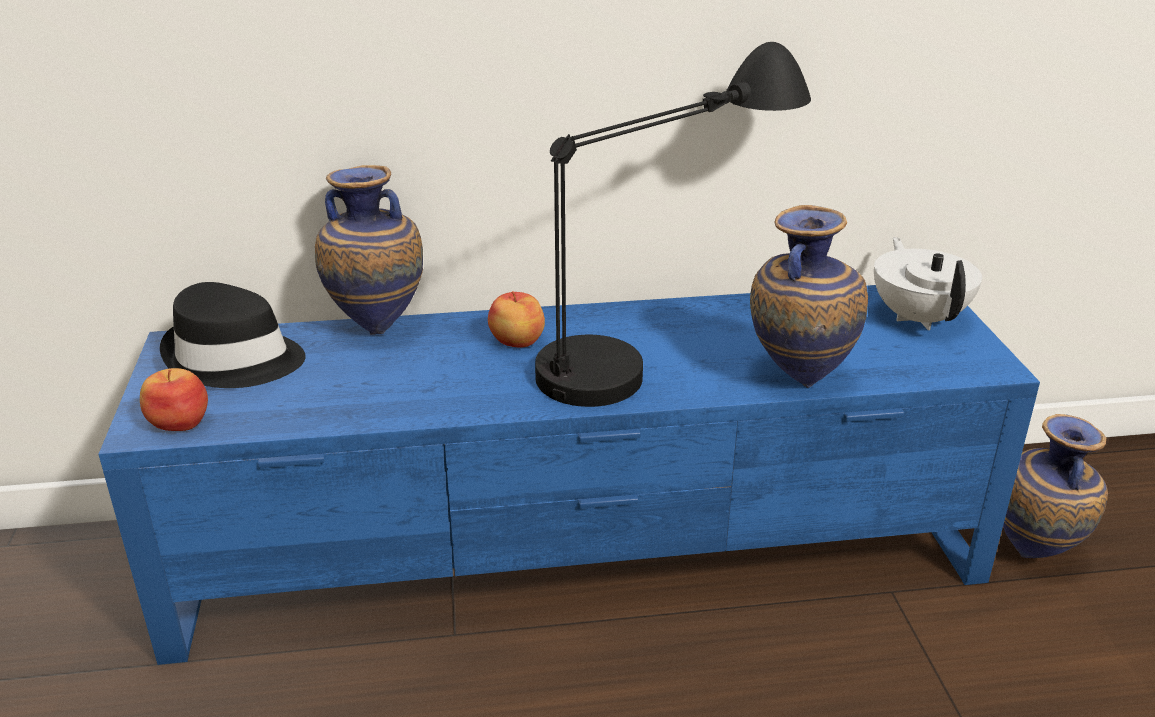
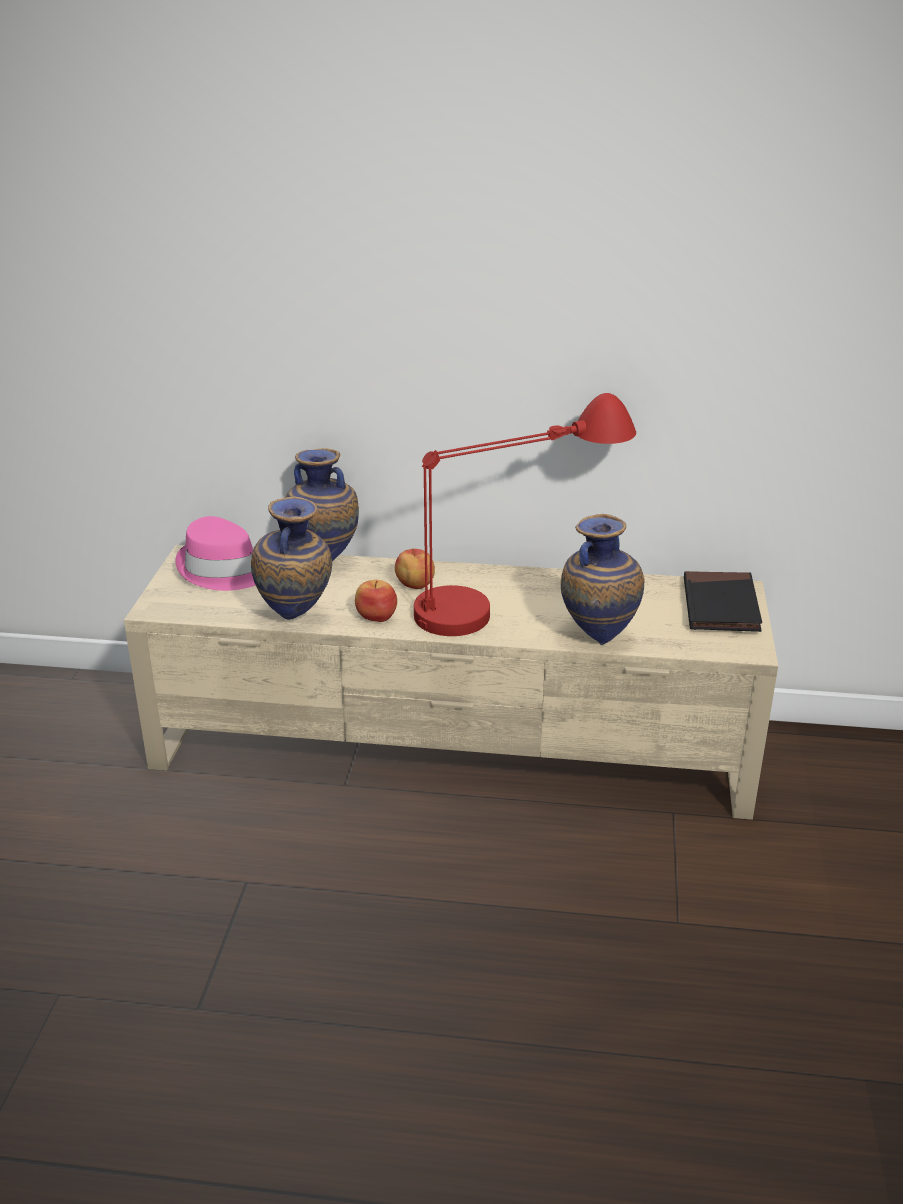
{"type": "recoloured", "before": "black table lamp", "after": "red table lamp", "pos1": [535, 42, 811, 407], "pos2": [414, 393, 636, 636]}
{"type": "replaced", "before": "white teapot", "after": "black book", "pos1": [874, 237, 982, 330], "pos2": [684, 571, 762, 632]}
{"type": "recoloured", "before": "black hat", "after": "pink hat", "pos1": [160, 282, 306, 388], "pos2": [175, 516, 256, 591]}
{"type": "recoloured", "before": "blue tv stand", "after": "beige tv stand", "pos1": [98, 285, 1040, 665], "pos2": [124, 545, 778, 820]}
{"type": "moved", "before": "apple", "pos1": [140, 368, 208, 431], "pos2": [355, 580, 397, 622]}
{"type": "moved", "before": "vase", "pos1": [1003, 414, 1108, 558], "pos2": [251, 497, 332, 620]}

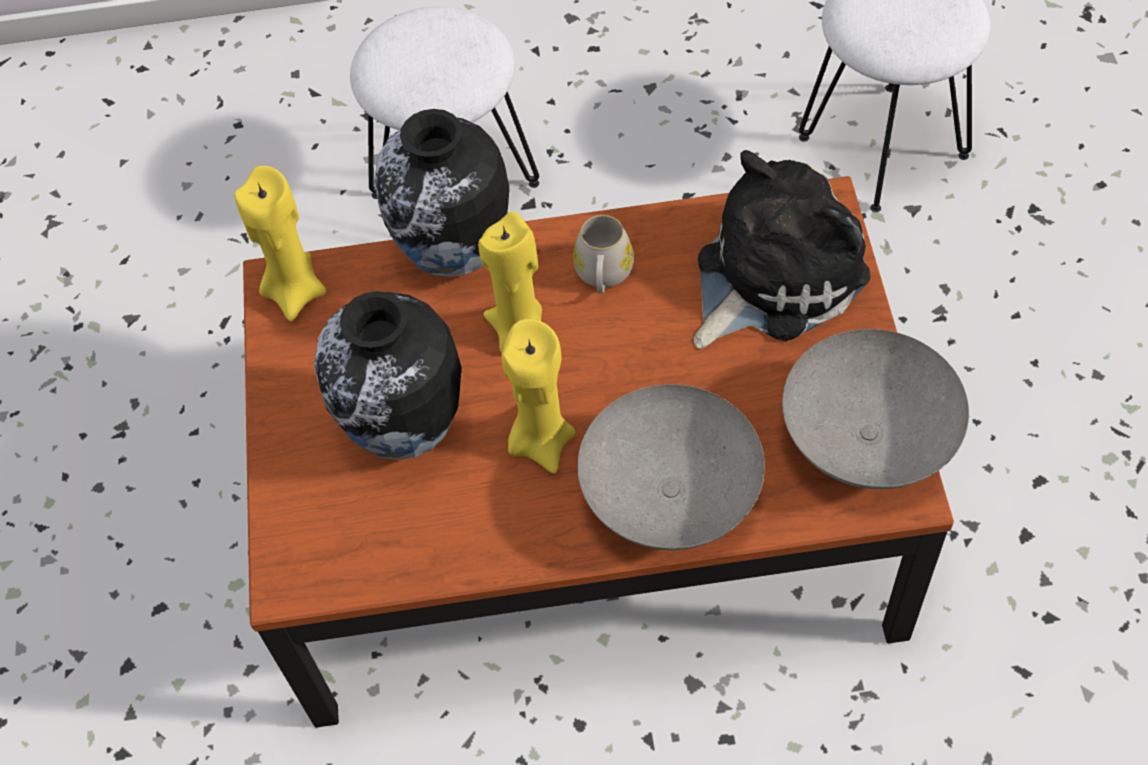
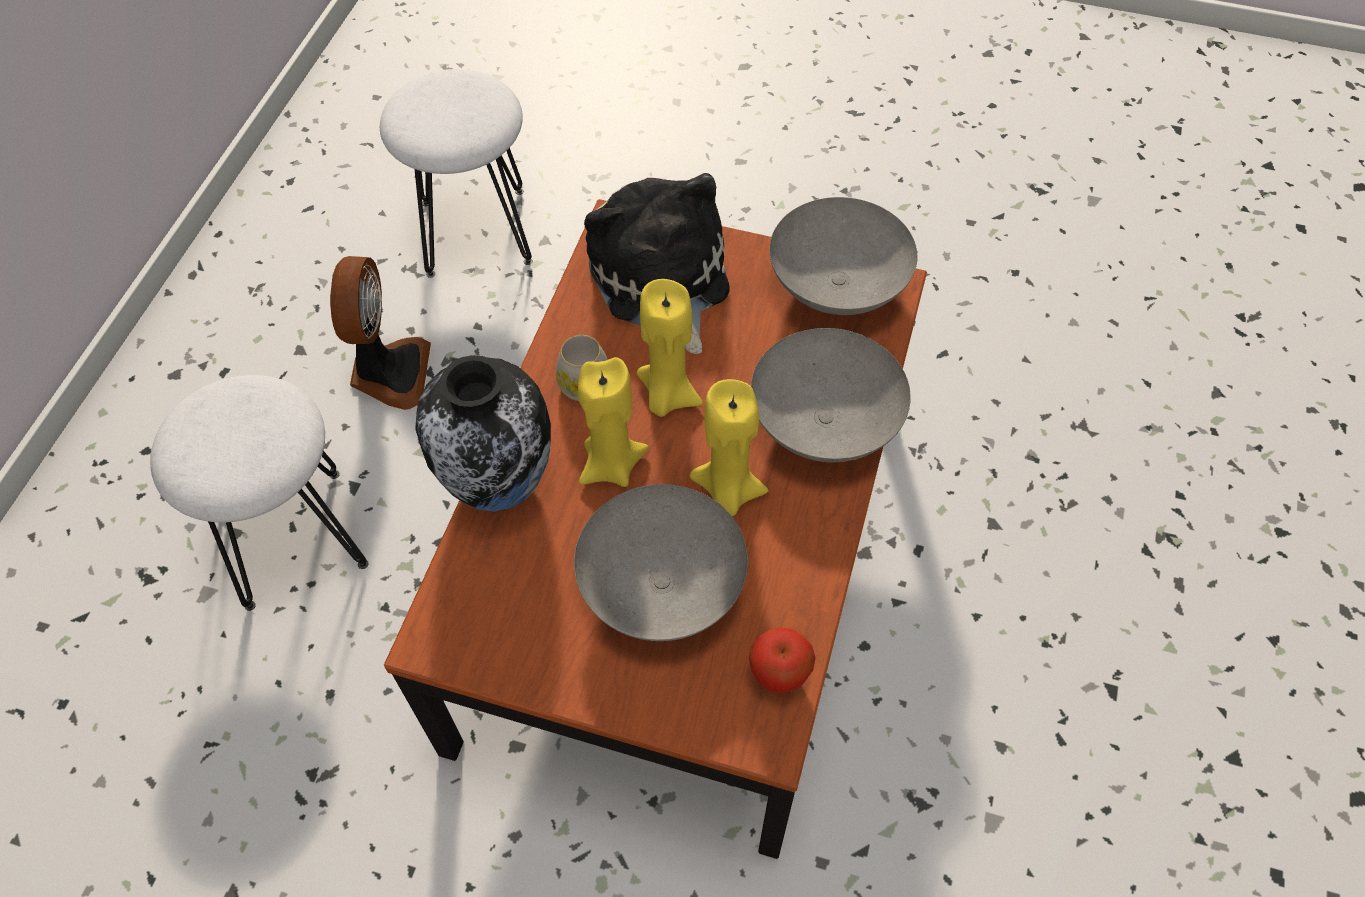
{"type": "moved", "before": "yellow candle", "pos1": [234, 166, 326, 322], "pos2": [637, 279, 703, 417]}
{"type": "replaced", "before": "vase", "after": "grey bowl", "pos1": [314, 291, 462, 460], "pos2": [574, 484, 748, 641]}
{"type": "added", "after": "fan", "pos2": [330, 256, 431, 410]}
{"type": "added", "after": "apple", "pos2": [749, 628, 815, 693]}

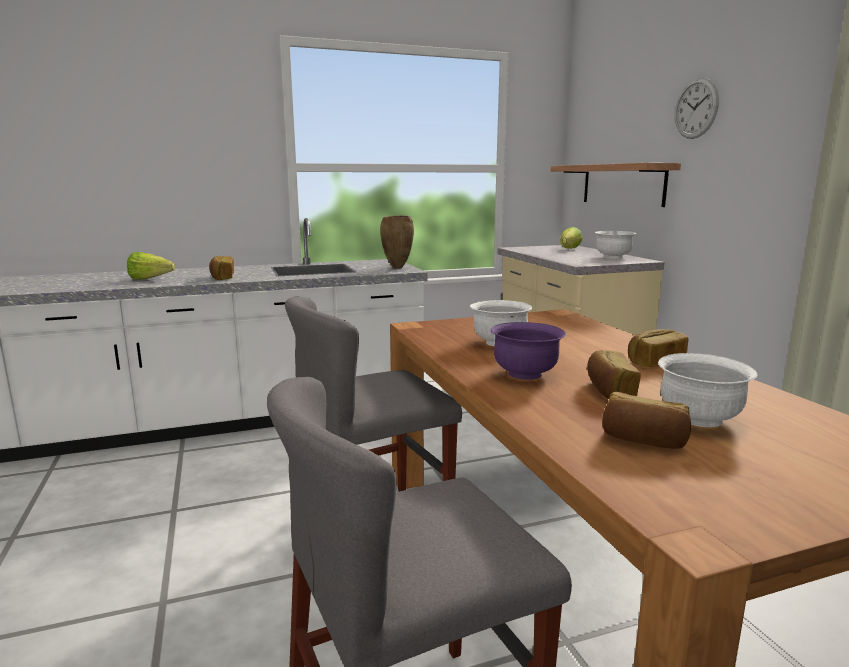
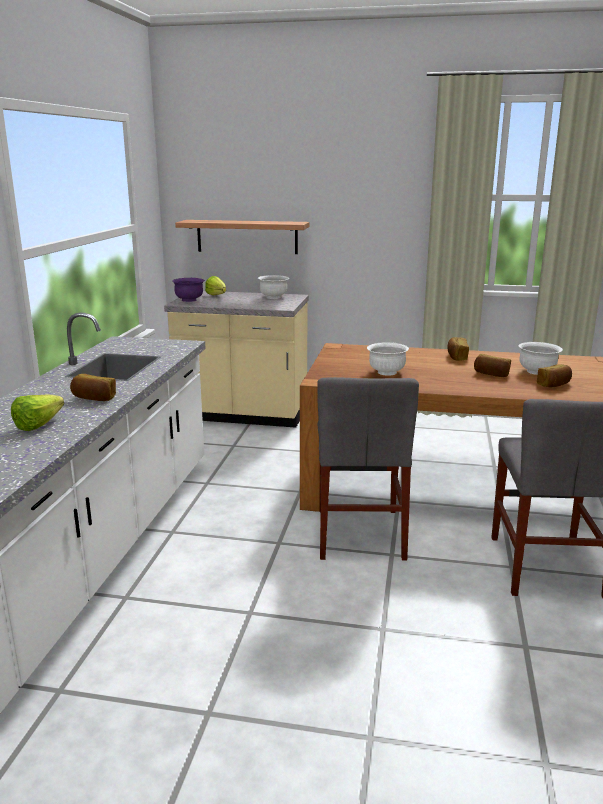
{"type": "removed", "before": "wall clock", "pos1": [675, 78, 719, 139]}
{"type": "removed", "before": "brown vase", "pos1": [380, 216, 414, 269]}
{"type": "moved", "before": "purple bowl", "pos1": [491, 322, 566, 380], "pos2": [172, 278, 205, 302]}

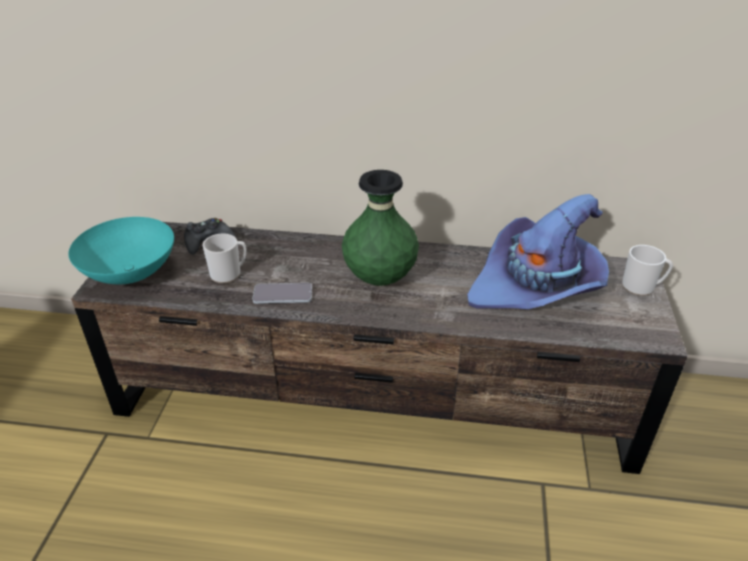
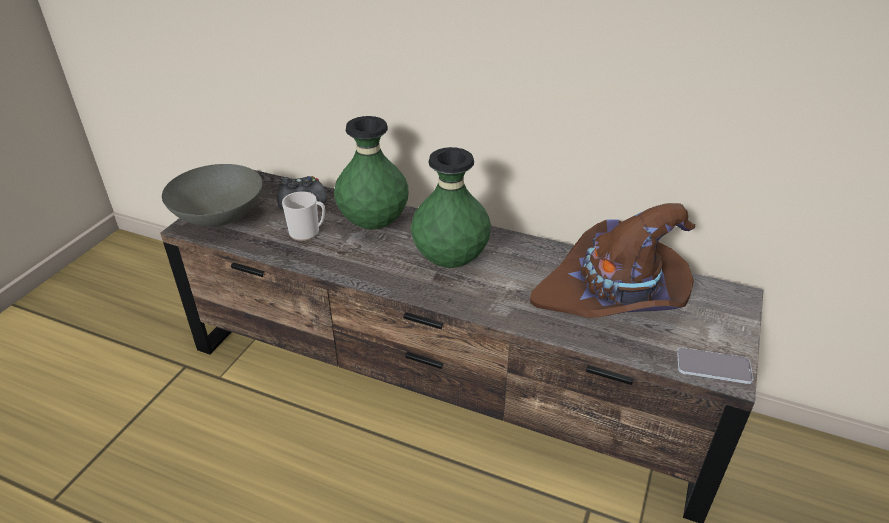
{"type": "recoloured", "before": "purple hat", "after": "brown hat", "pos1": [467, 194, 609, 309], "pos2": [530, 203, 695, 318]}
{"type": "recoloured", "before": "turquoise bowl", "after": "grey bowl", "pos1": [68, 217, 174, 285], "pos2": [162, 164, 262, 227]}
{"type": "removed", "before": "mug", "pos1": [622, 245, 673, 296]}
{"type": "moved", "before": "phone", "pos1": [253, 283, 312, 304], "pos2": [677, 347, 753, 384]}
{"type": "added", "after": "green vase", "pos2": [334, 116, 408, 229]}

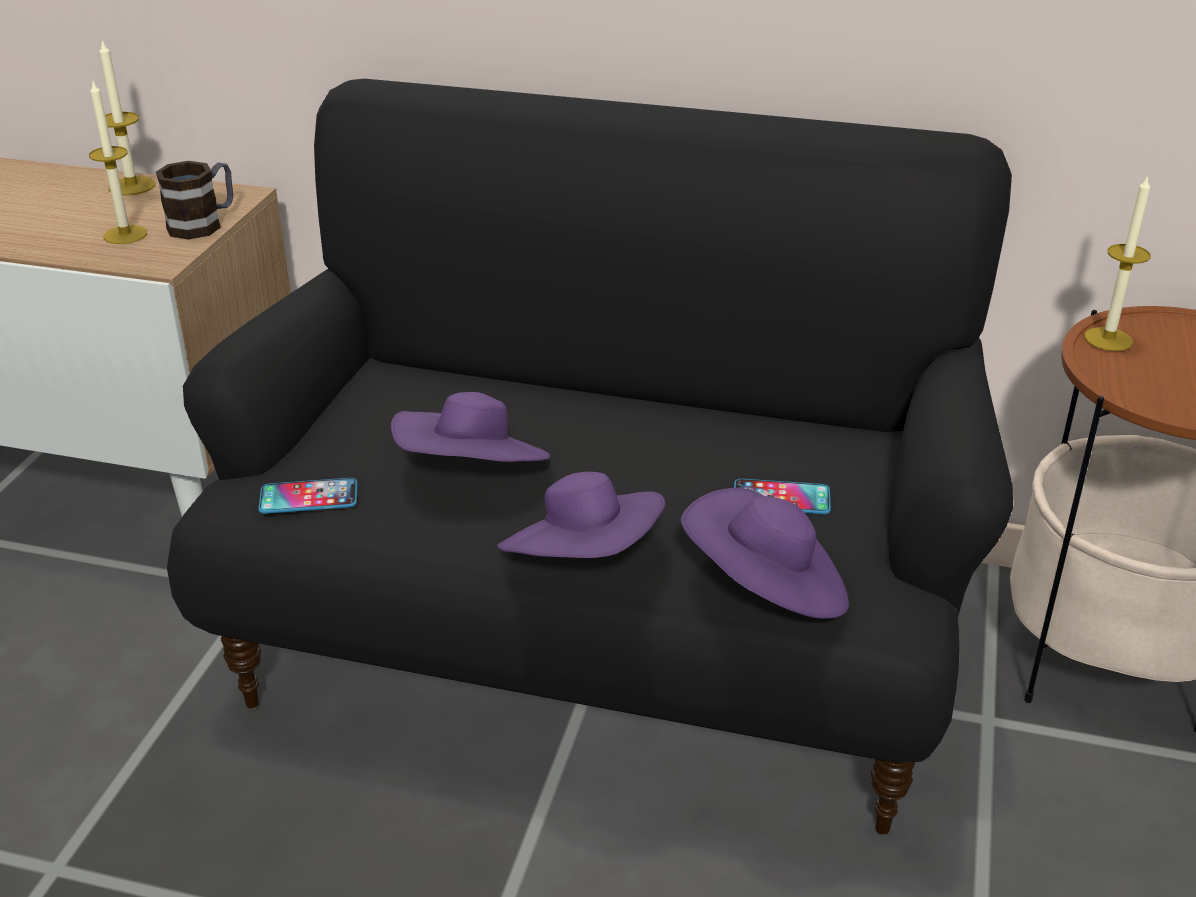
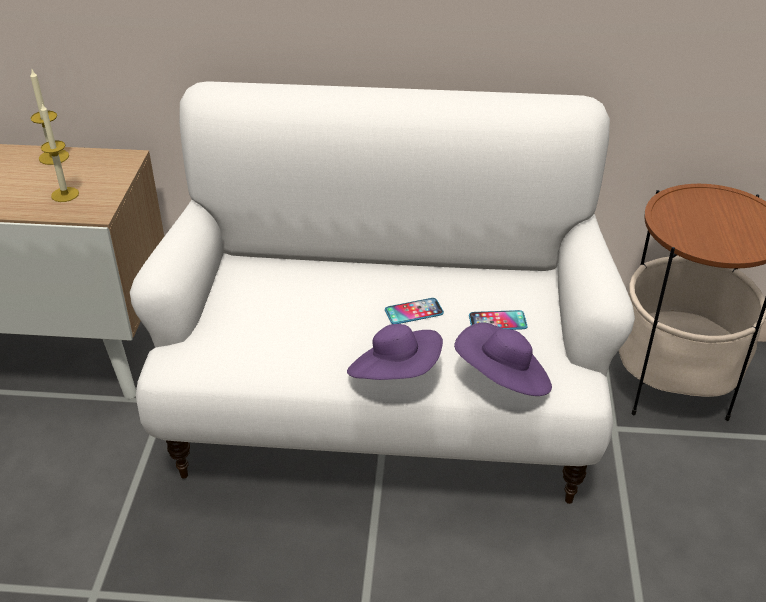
{"type": "recoloured", "before": "black sofa", "after": "white sofa", "pos1": [167, 79, 1013, 835], "pos2": [130, 81, 635, 504]}
{"type": "removed", "before": "mug", "pos1": [156, 161, 233, 240]}
{"type": "removed", "before": "candle", "pos1": [1084, 174, 1151, 351]}
{"type": "removed", "before": "purple hat", "pos1": [391, 392, 550, 462]}
{"type": "moved", "before": "phone", "pos1": [258, 478, 357, 514], "pos2": [385, 298, 444, 324]}

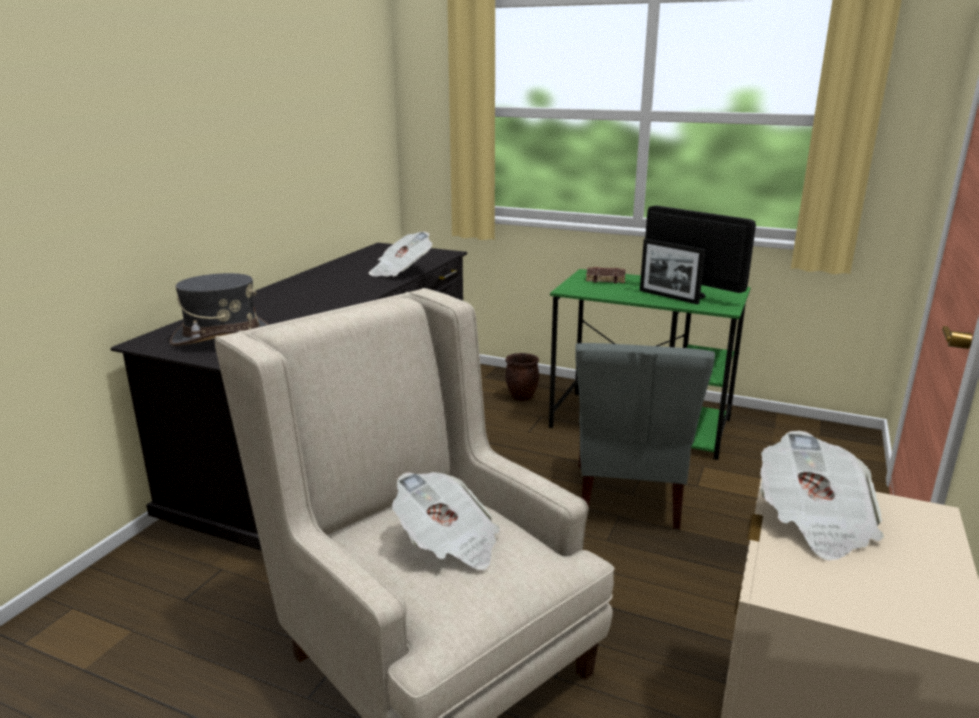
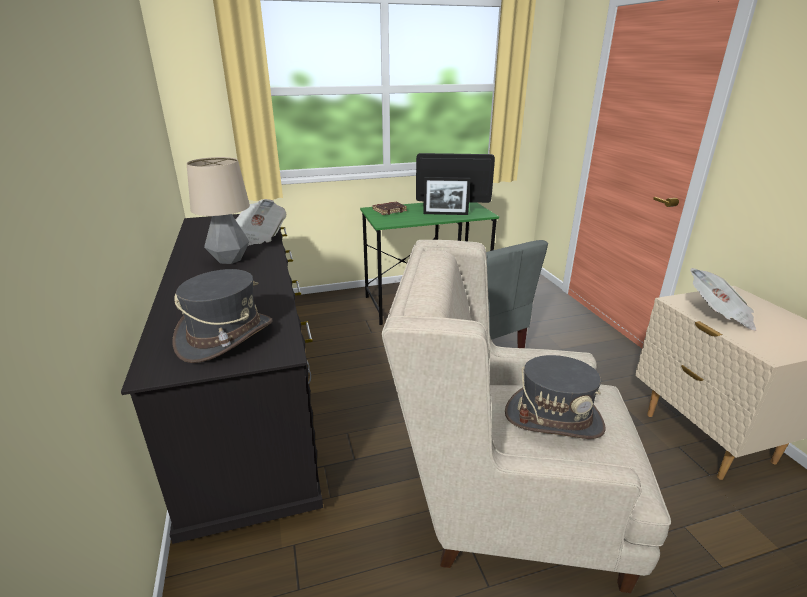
{"type": "removed", "before": "brown planter", "pos1": [505, 353, 539, 401]}
{"type": "replaced", "before": "newspaper", "after": "grey hat", "pos1": [392, 472, 500, 570], "pos2": [505, 355, 606, 439]}
{"type": "added", "after": "table lamp", "pos2": [187, 157, 250, 264]}

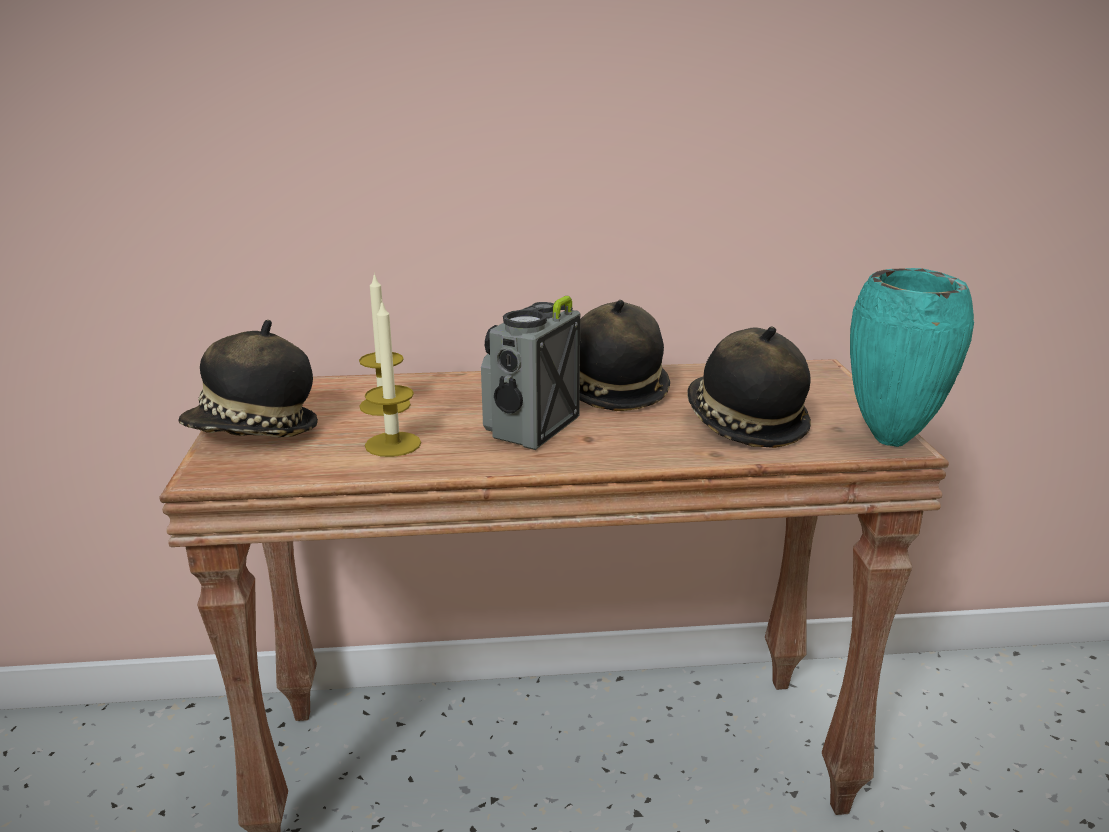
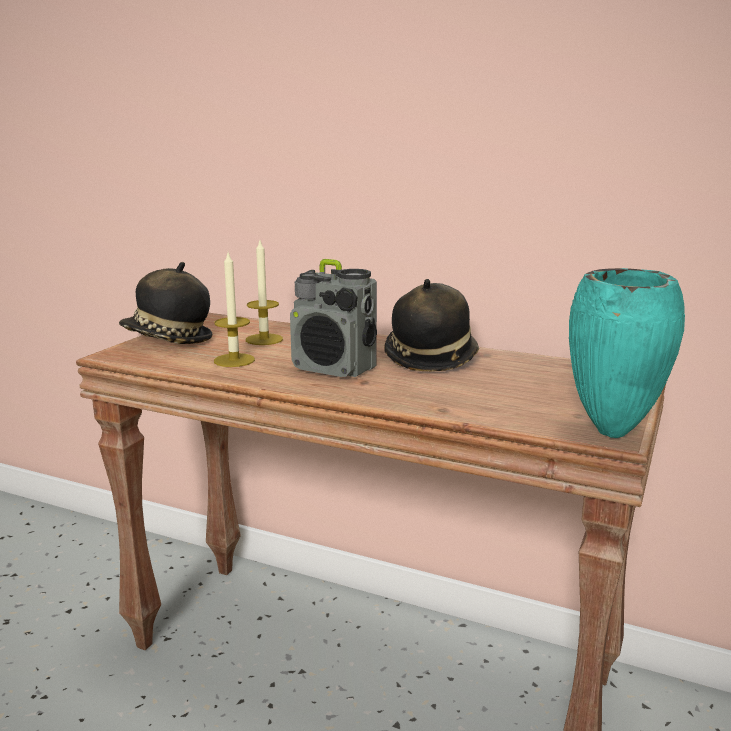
{"type": "turned", "before": "radio", "pos1": [481, 296, 580, 450], "pos2": [290, 259, 377, 377], "turn": -120}
{"type": "removed", "before": "hat", "pos1": [687, 327, 811, 448]}

